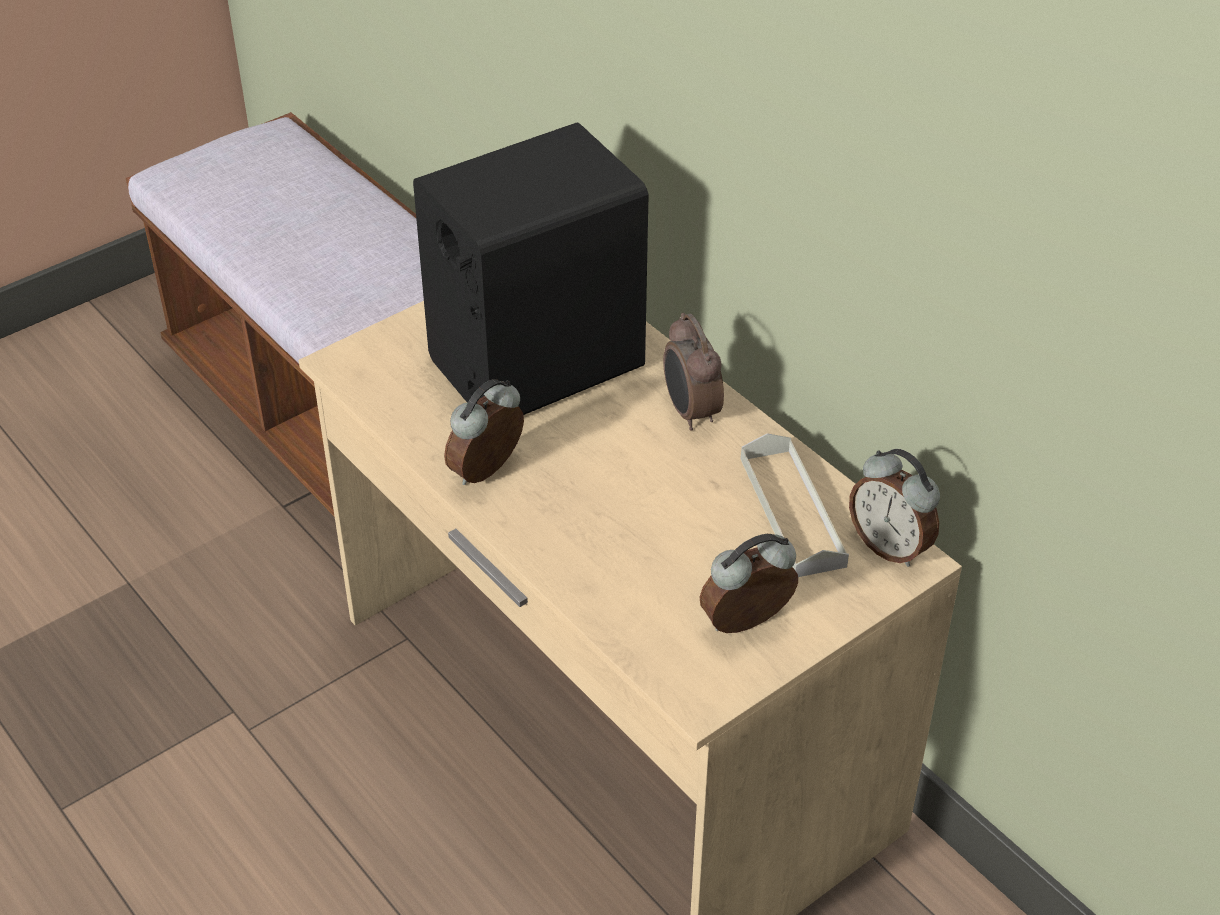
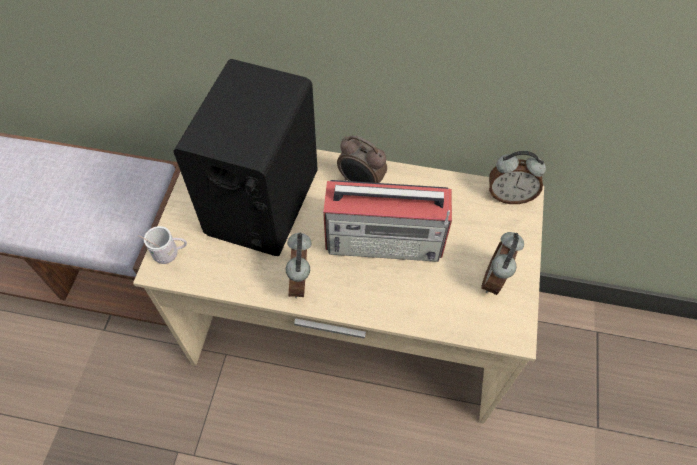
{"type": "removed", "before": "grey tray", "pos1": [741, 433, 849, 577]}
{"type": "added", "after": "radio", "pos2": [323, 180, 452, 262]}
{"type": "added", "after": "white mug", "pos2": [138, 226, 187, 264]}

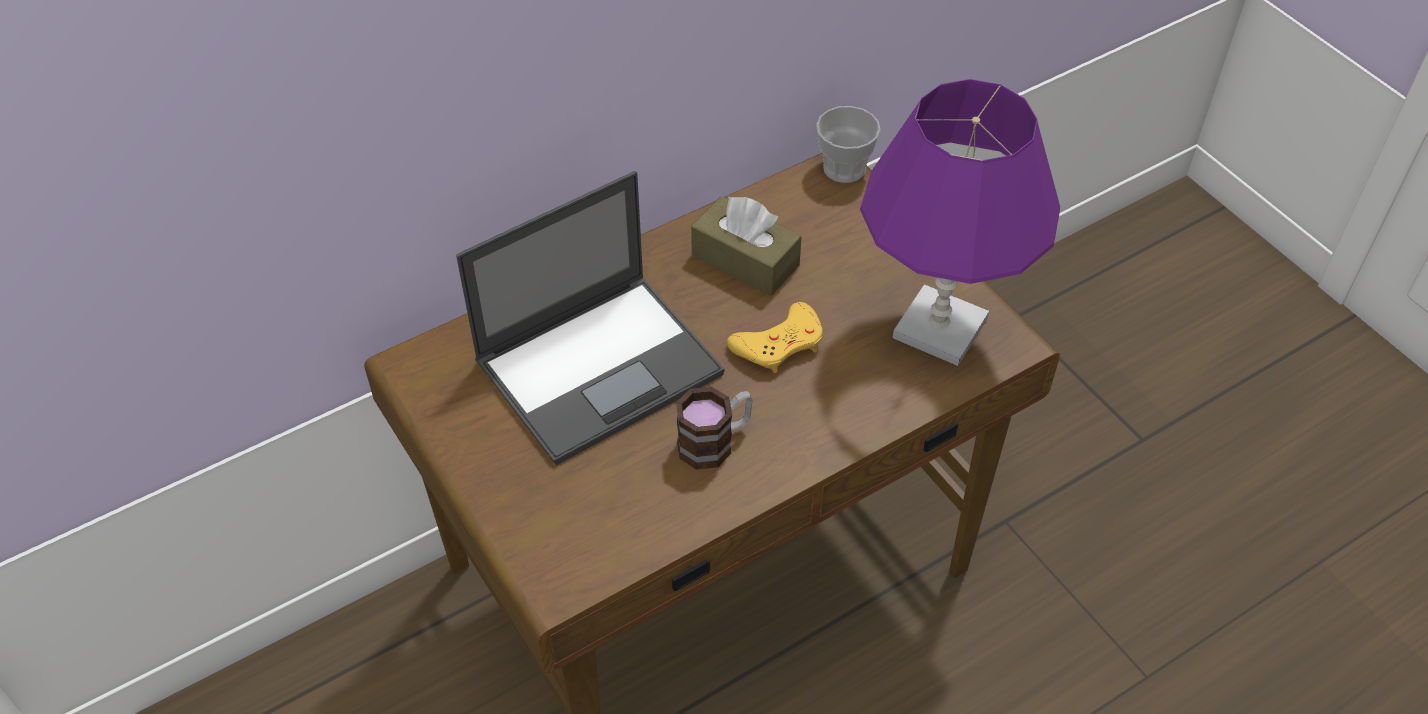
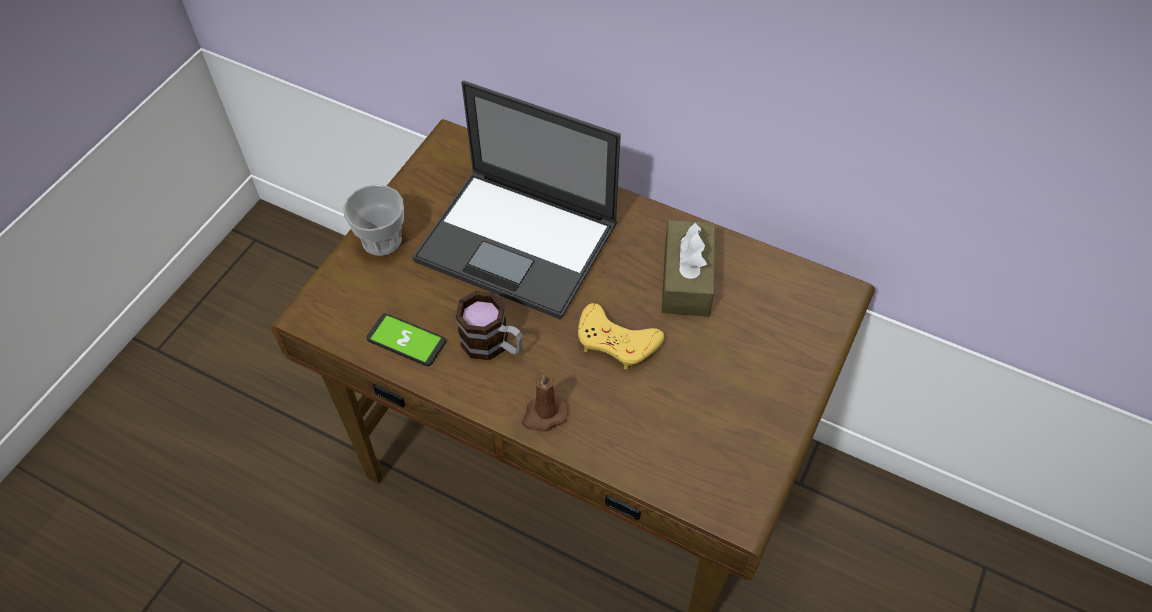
{"type": "removed", "before": "purple table lamp", "pos1": [860, 79, 1060, 366]}
{"type": "moved", "before": "cup", "pos1": [816, 106, 880, 183], "pos2": [343, 184, 404, 256]}
{"type": "added", "after": "phone", "pos2": [366, 313, 446, 366]}
{"type": "added", "after": "brown candle", "pos2": [522, 374, 568, 432]}

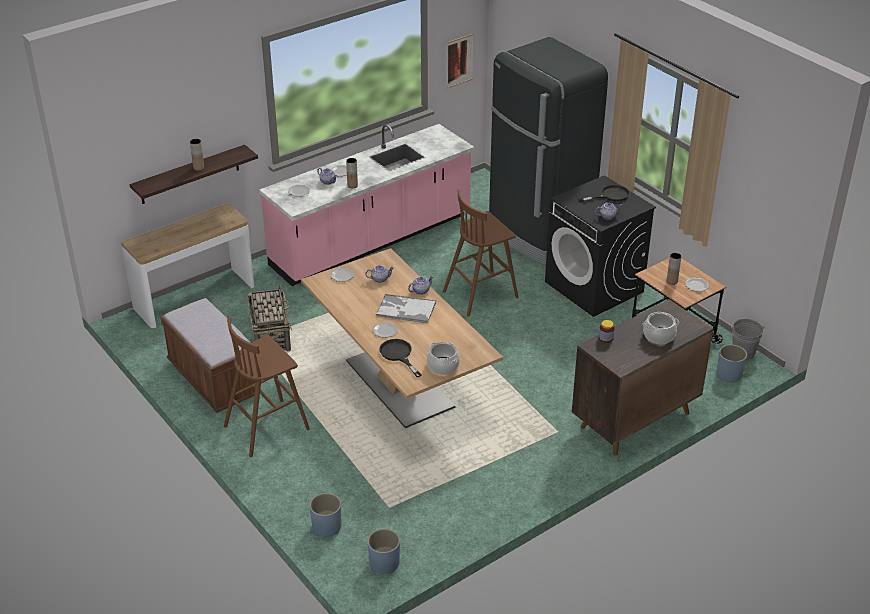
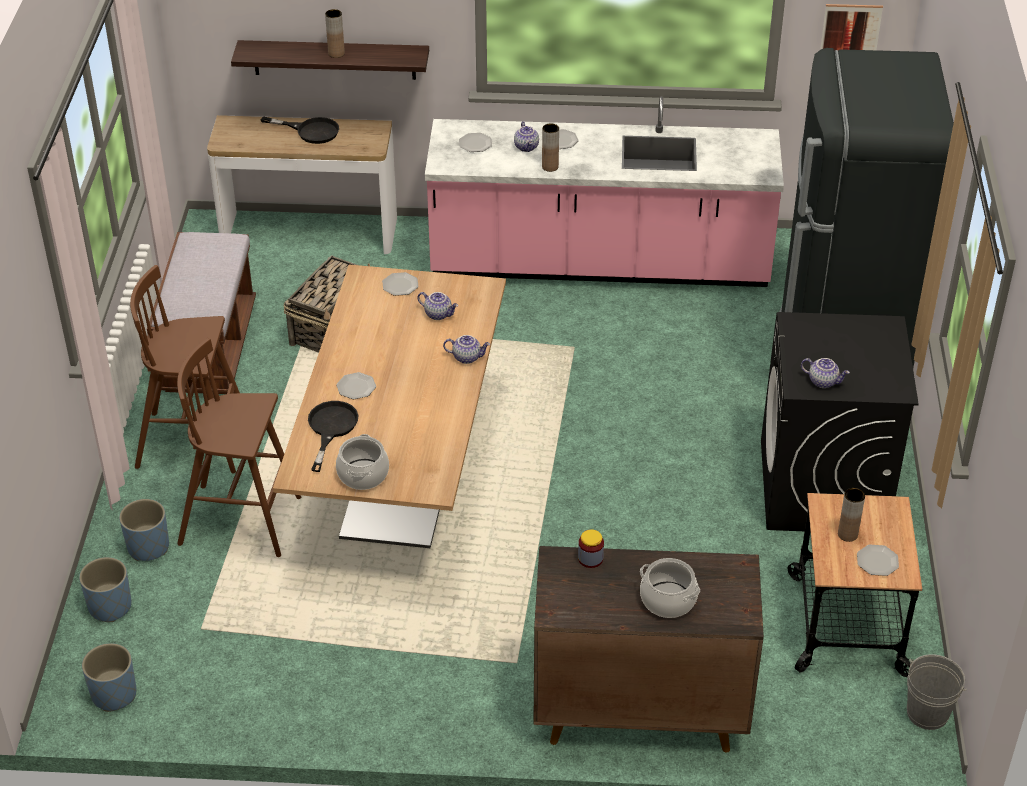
{"type": "moved", "before": "black frying pan", "pos1": [577, 185, 630, 203], "pos2": [261, 116, 339, 144]}
{"type": "moved", "before": "brown stool", "pos1": [443, 189, 518, 317], "pos2": [177, 338, 301, 557]}
{"type": "removed", "before": "tray", "pos1": [376, 294, 436, 323]}
{"type": "moved", "before": "blue planter", "pos1": [717, 345, 747, 383], "pos2": [119, 499, 169, 561]}

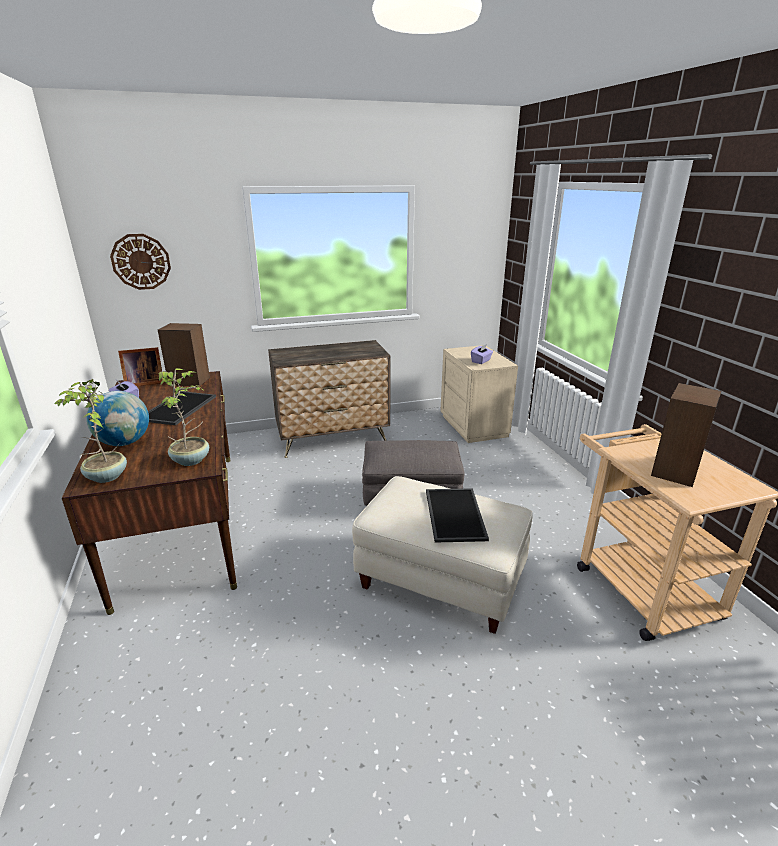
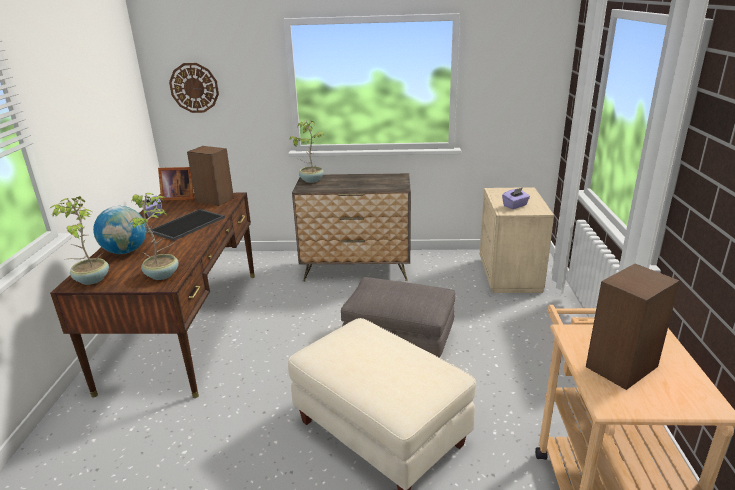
{"type": "removed", "before": "tray", "pos1": [426, 488, 489, 543]}
{"type": "added", "after": "potted plant", "pos2": [290, 120, 324, 183]}

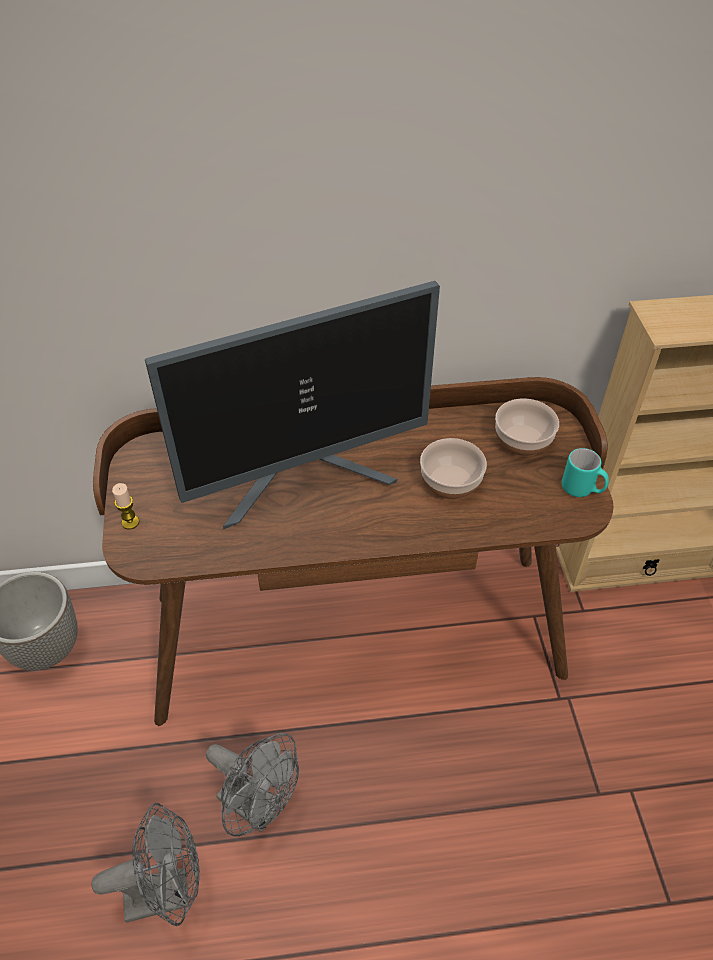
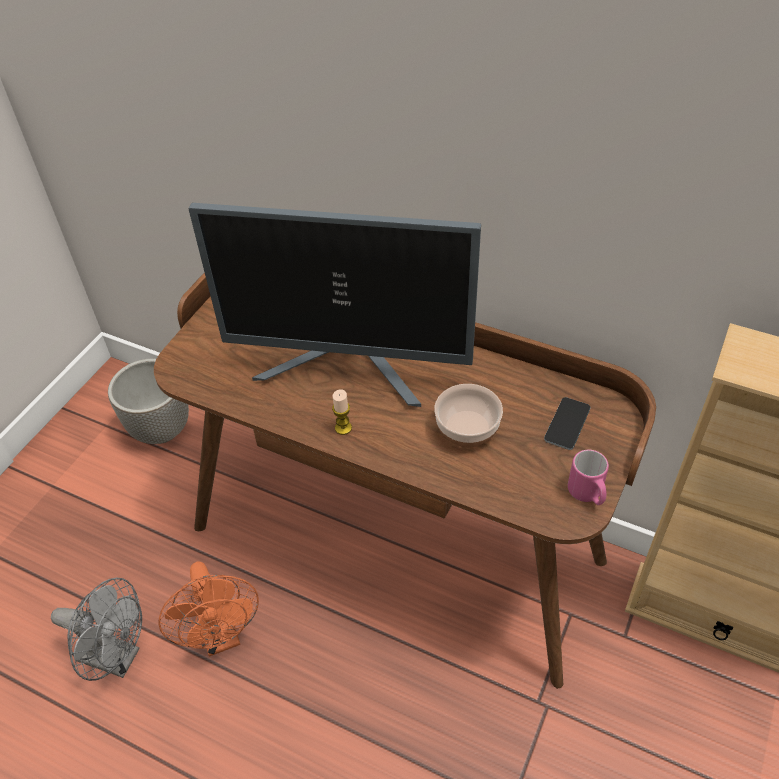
{"type": "replaced", "before": "bowl", "after": "phone", "pos1": [495, 399, 559, 457], "pos2": [544, 397, 590, 450]}
{"type": "recoloured", "before": "turquoise mug", "after": "pink mug", "pos1": [562, 448, 609, 497], "pos2": [568, 450, 609, 505]}
{"type": "moved", "before": "candle", "pos1": [112, 483, 139, 529], "pos2": [332, 390, 352, 435]}
{"type": "recoloured", "before": "grey fan", "after": "orange fan", "pos1": [206, 733, 299, 836], "pos2": [158, 562, 259, 656]}

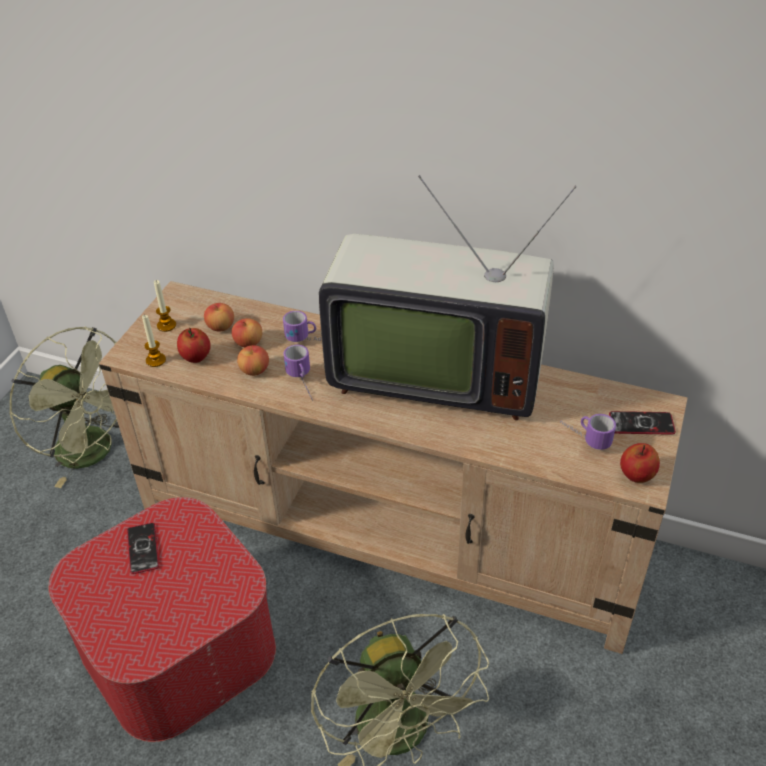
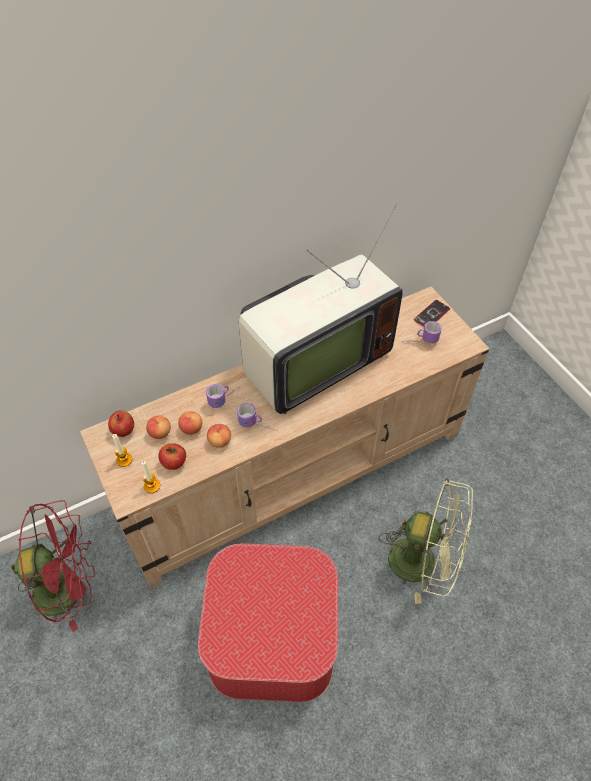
{"type": "recoloured", "before": "green fan", "after": "red fan", "pos1": [9, 326, 119, 488], "pos2": [10, 500, 95, 632]}
{"type": "moved", "before": "apple", "pos1": [620, 443, 660, 483], "pos2": [108, 410, 134, 437]}
{"type": "removed", "before": "phone", "pos1": [127, 523, 159, 574]}

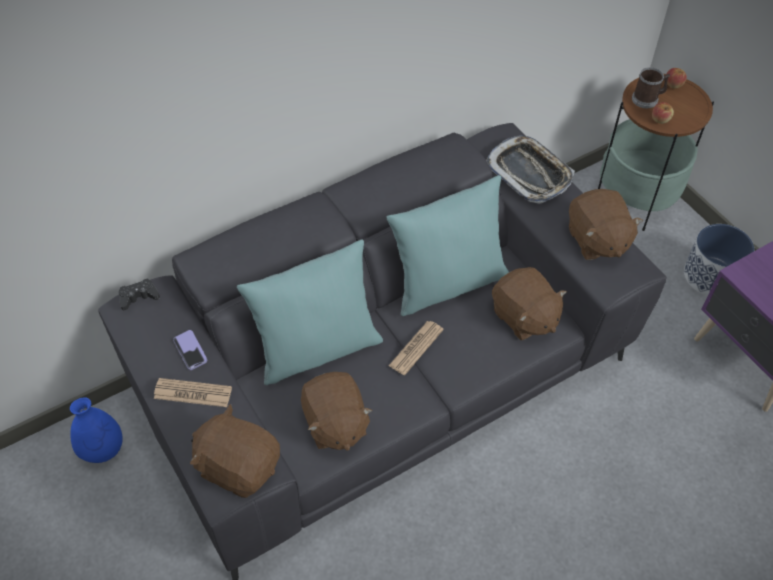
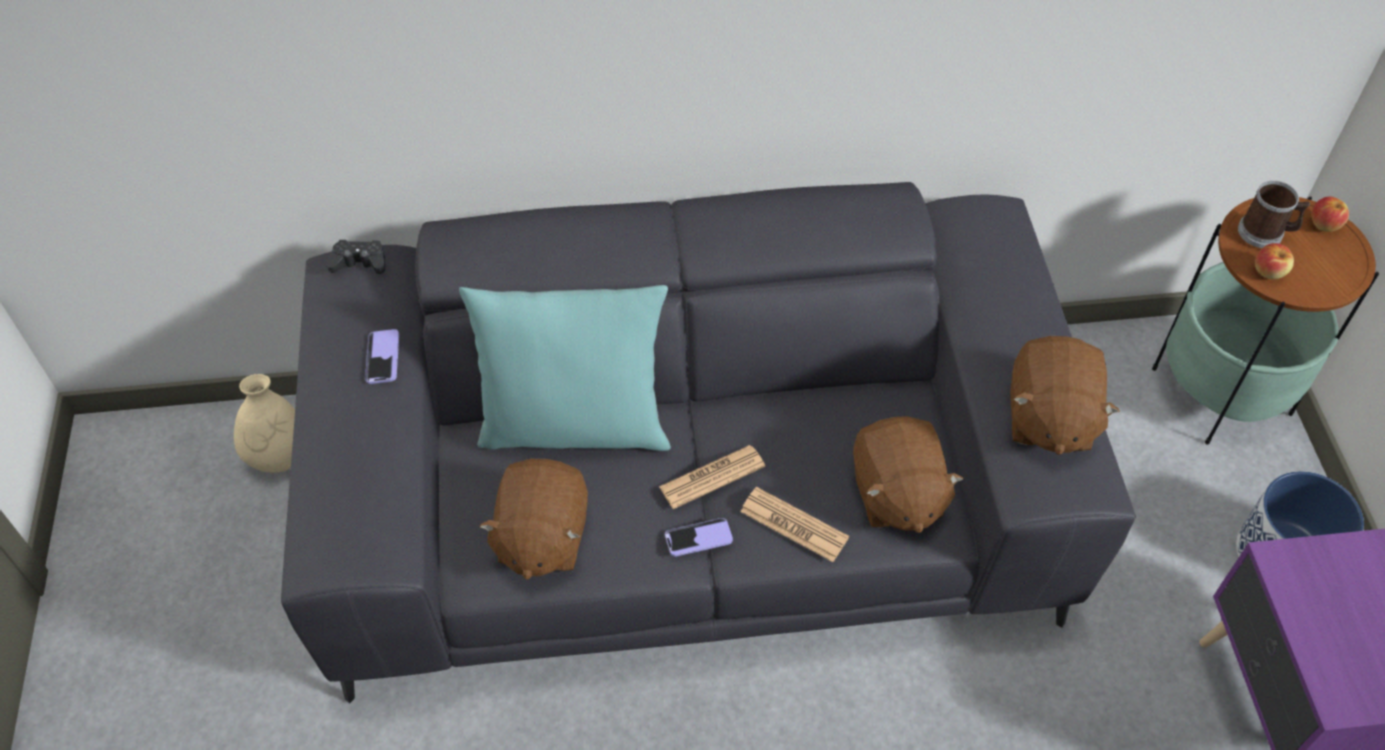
{"type": "removed", "before": "tray", "pos1": [486, 136, 575, 204]}
{"type": "removed", "before": "turquoise pillow", "pos1": [387, 175, 509, 316]}
{"type": "moved", "before": "newspaper", "pos1": [154, 378, 232, 407], "pos2": [740, 487, 849, 562]}
{"type": "recoloured", "before": "blue vase", "after": "beige vase", "pos1": [70, 398, 123, 463], "pos2": [234, 374, 295, 473]}
{"type": "removed", "before": "brown plush toy", "pos1": [190, 404, 280, 498]}
{"type": "added", "after": "phone", "pos2": [665, 518, 733, 557]}

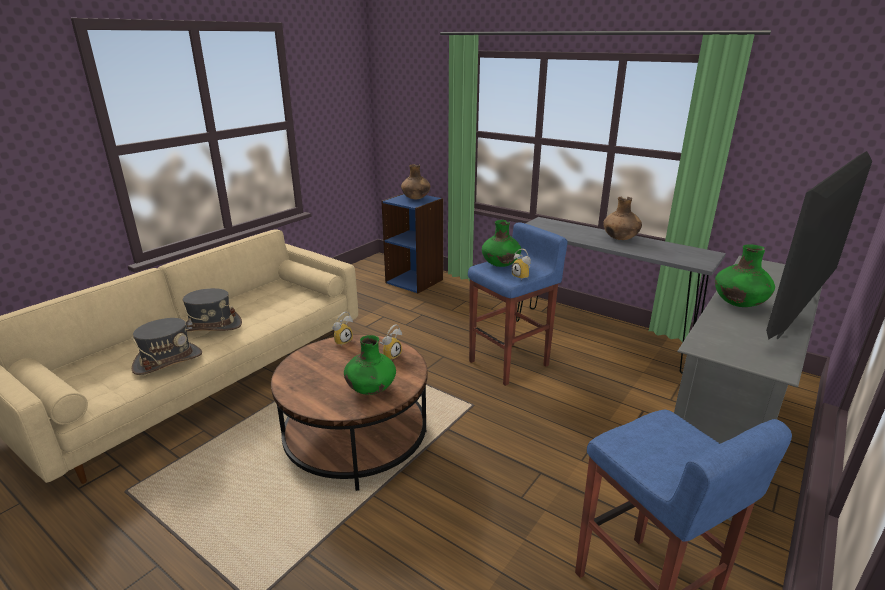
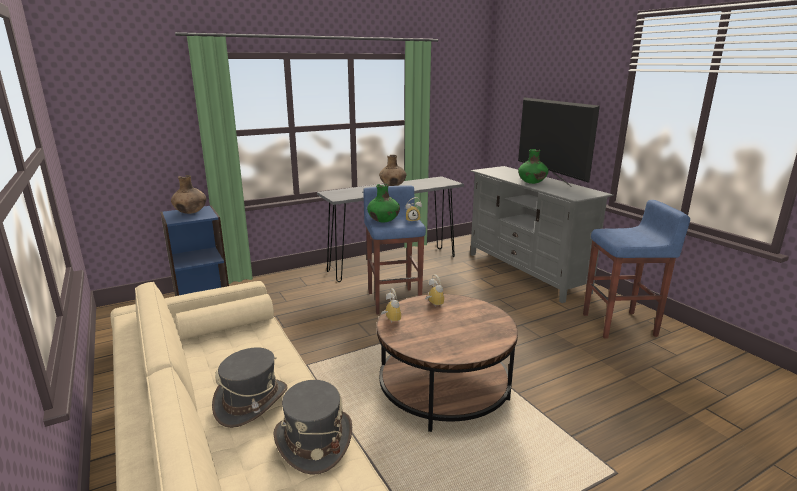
{"type": "removed", "before": "green vase", "pos1": [344, 335, 396, 395]}

